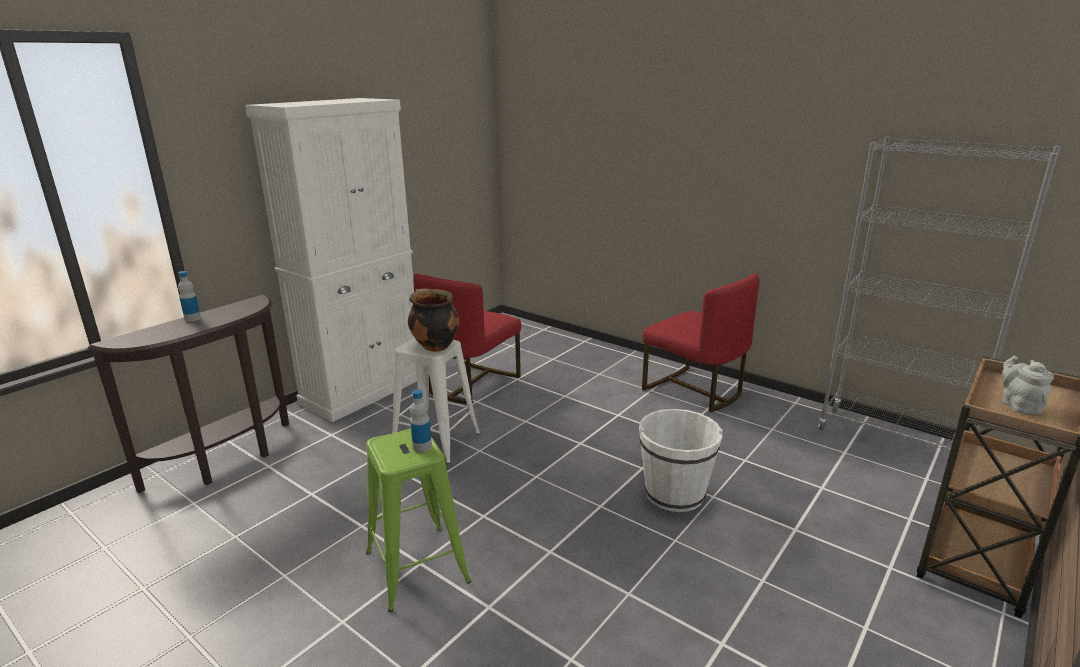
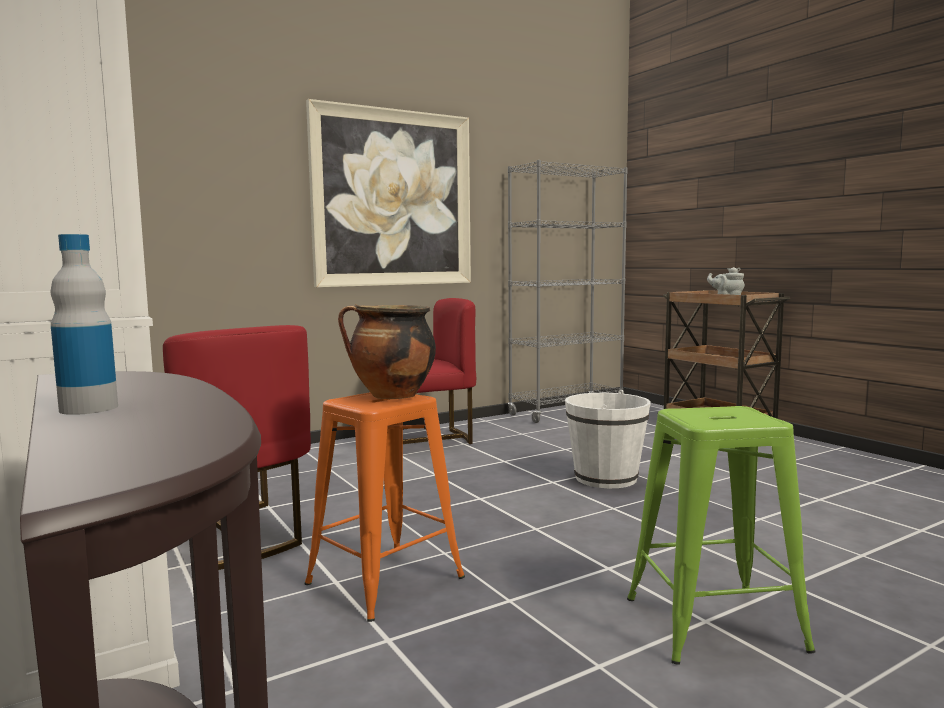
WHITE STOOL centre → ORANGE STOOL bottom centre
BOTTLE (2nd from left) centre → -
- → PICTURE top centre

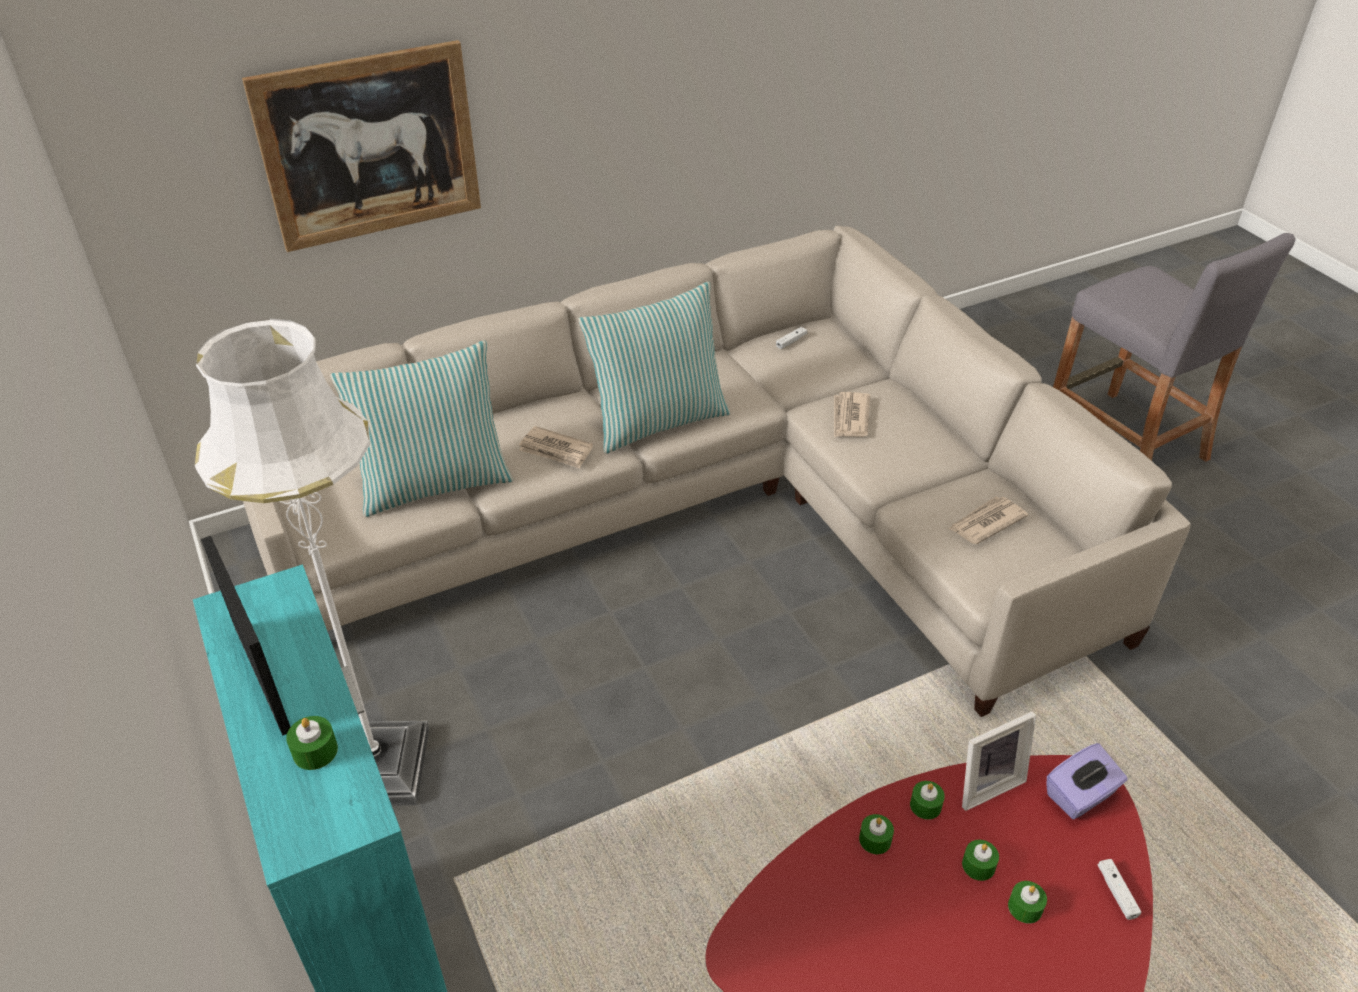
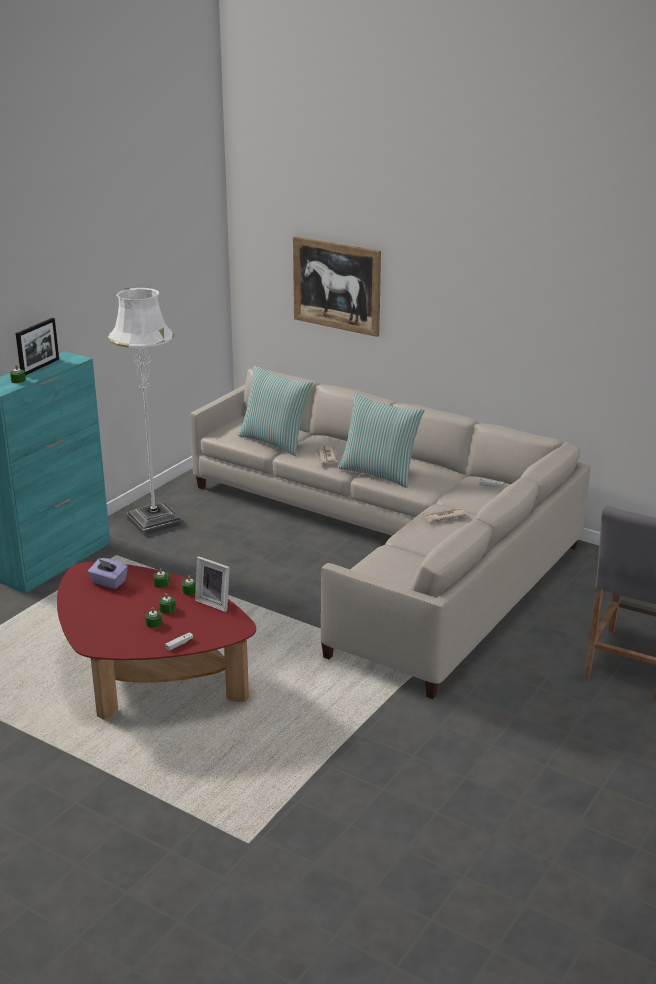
NEWSPAPER (3rd from left) middle right → -
PURPLE TISSUE BOX bottom right → PURPLE TISSUE BOX middle left, moved

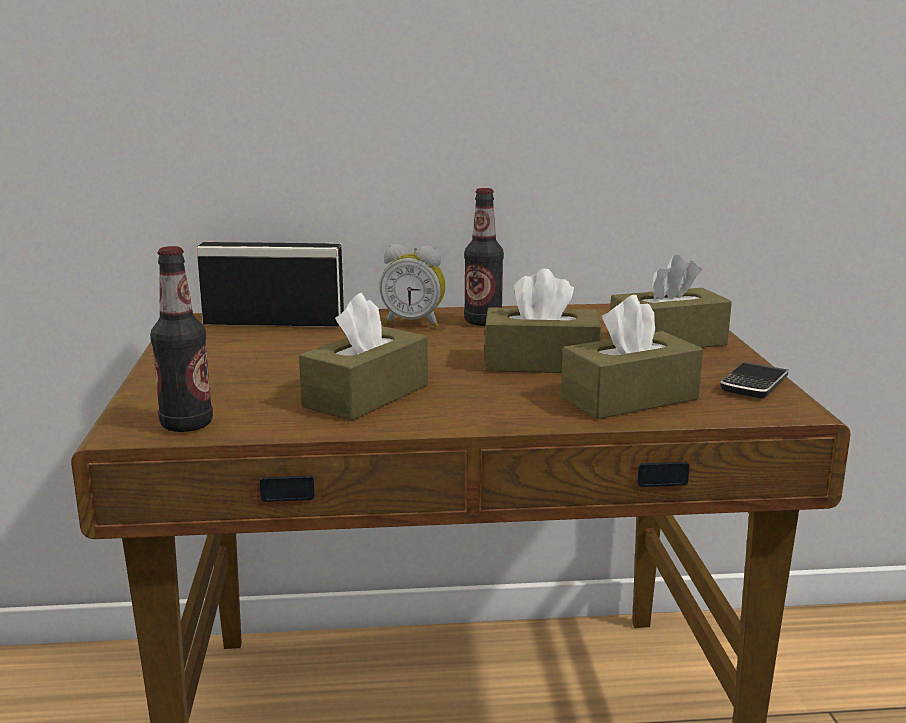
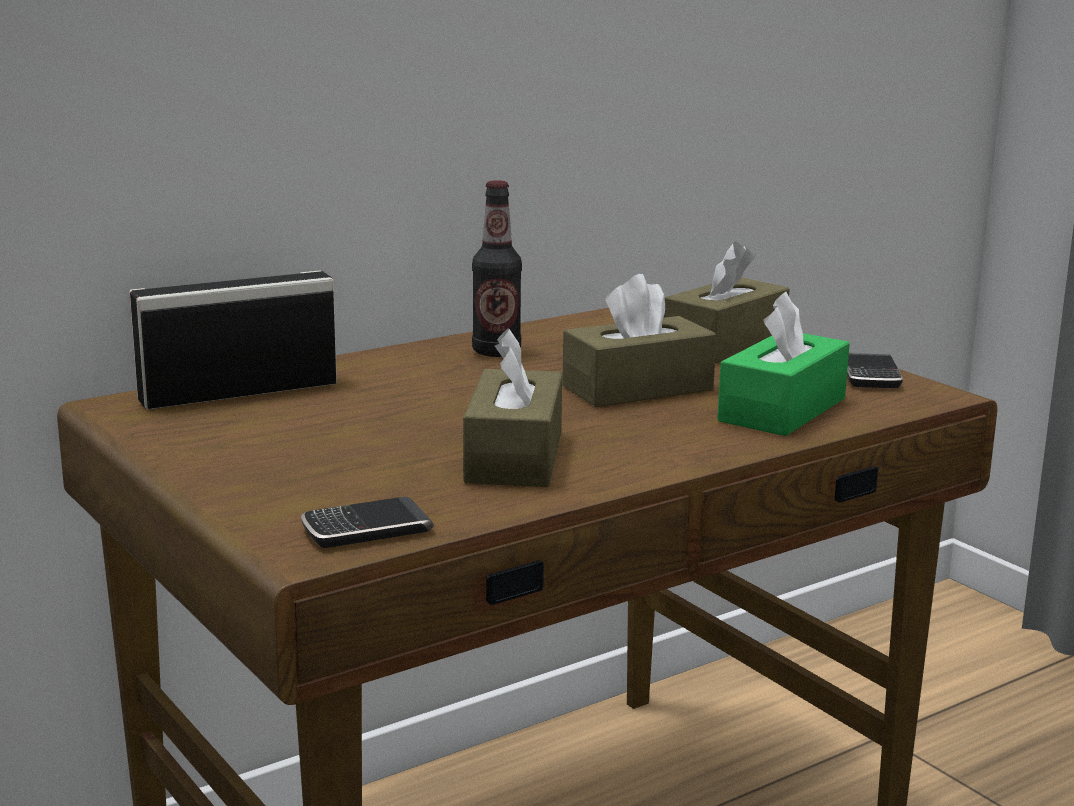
ALARM CLOCK centre → -
BOTTLE (1st from left) middle left → PHONE (1st from left) centre
BROWN TISSUE BOX (3rd from left) middle right → GREEN TISSUE BOX middle right

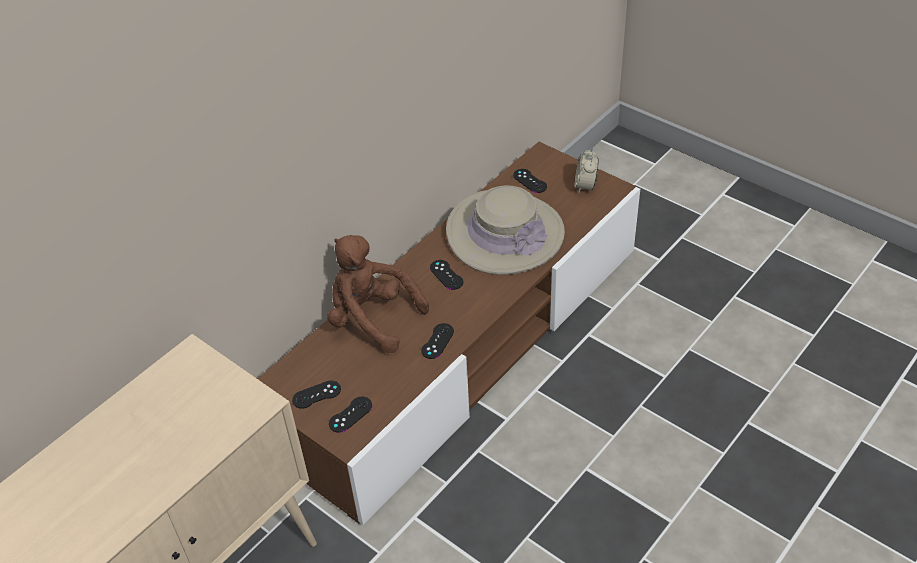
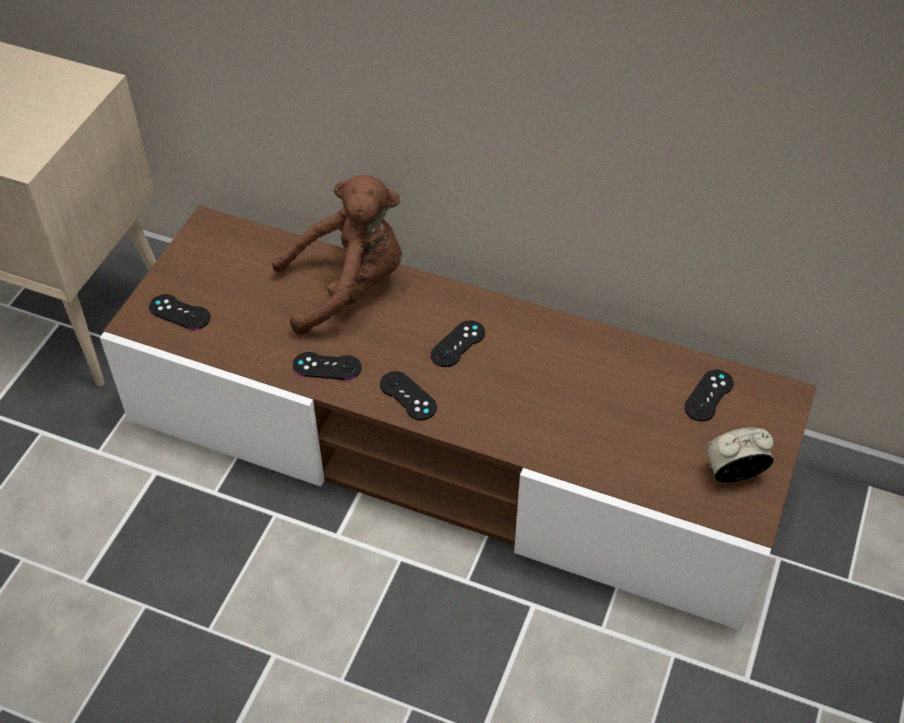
BEIGE HAT centre → -
BROWN PLUSH TOY centre, 60 degrees clockwise
BLACK GAME CONTROLLER (1st from left in the first image) bottom centre → BLACK GAME CONTROLLER (3rd from left) centre, moved

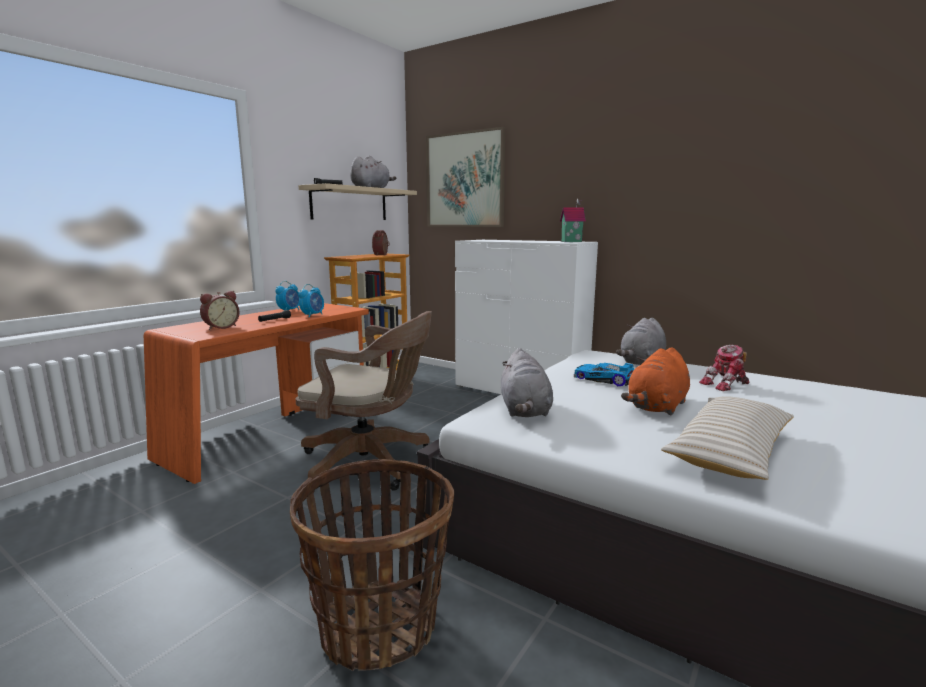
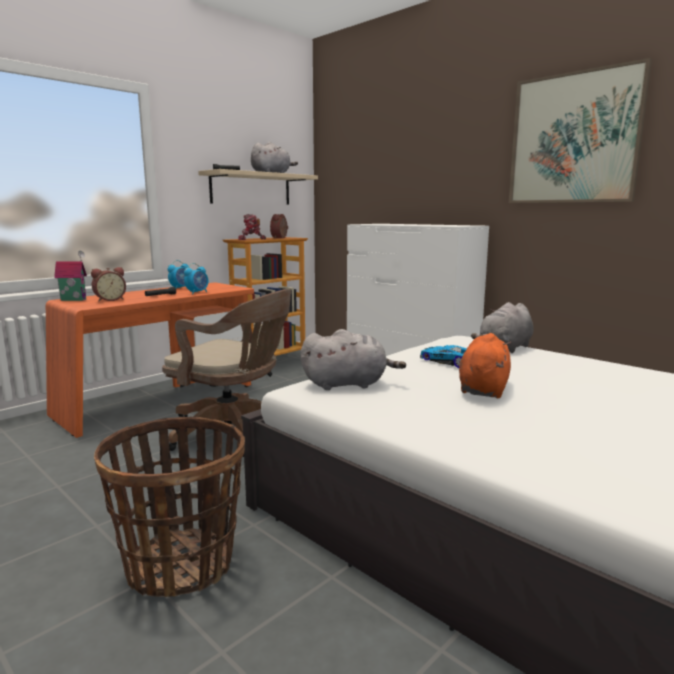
PICTURE top centre → PICTURE top right, moved
TOY HOUSE top centre → TOY HOUSE middle left, moved
TOY ROBOT middle right → TOY ROBOT centre, moved
ORANGE PLUSH TOY middle right, 150 degrees clockwise
GREY PLUSH TOY (2nd from left) centre, 105 degrees counterclockwise
BEIGE PILLOW middle right → -

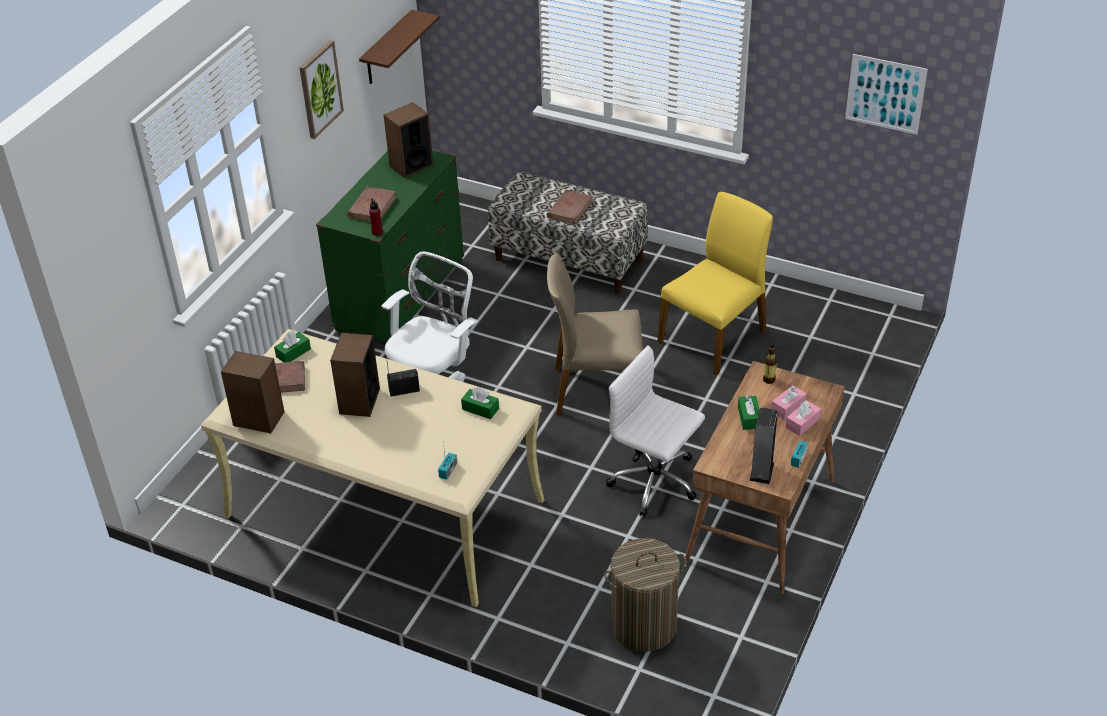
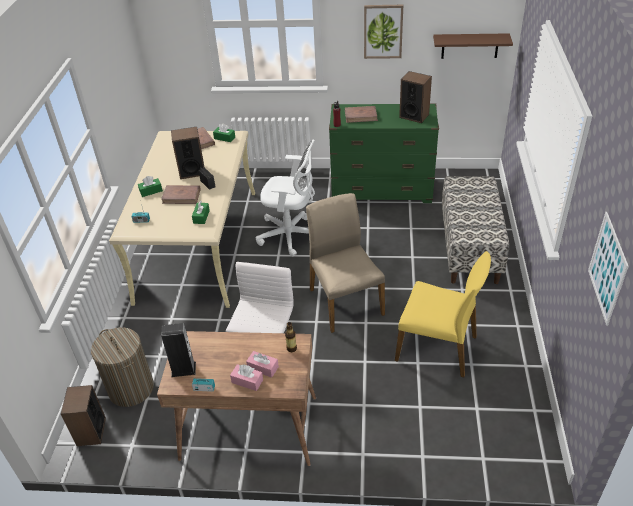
BROWN BOOK (3rd from left in the first image) top centre → BROWN BOOK (1st from left) middle left, moved
SPEAKER (1st from left) middle left → SPEAKER (1st from left) bottom left, moved
GREEN TISSUE BOX (3rd from left in the first image) middle right → GREEN TISSUE BOX (1st from left) middle left, moved

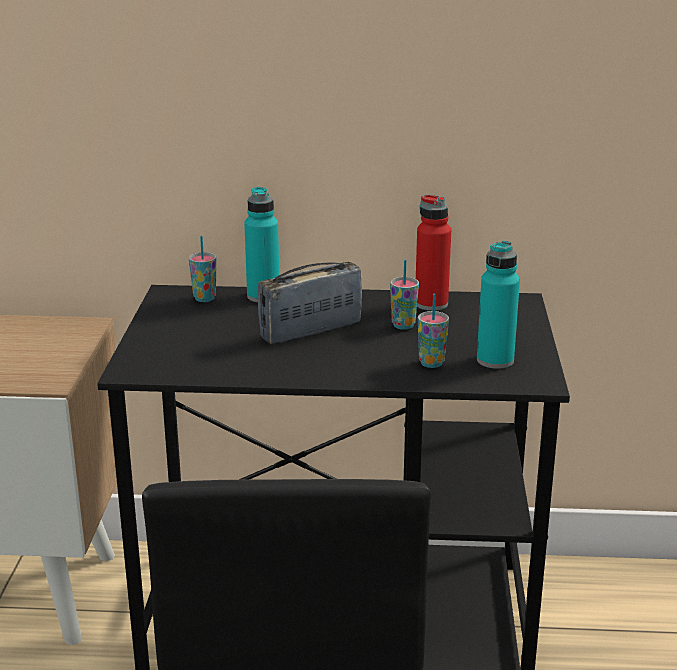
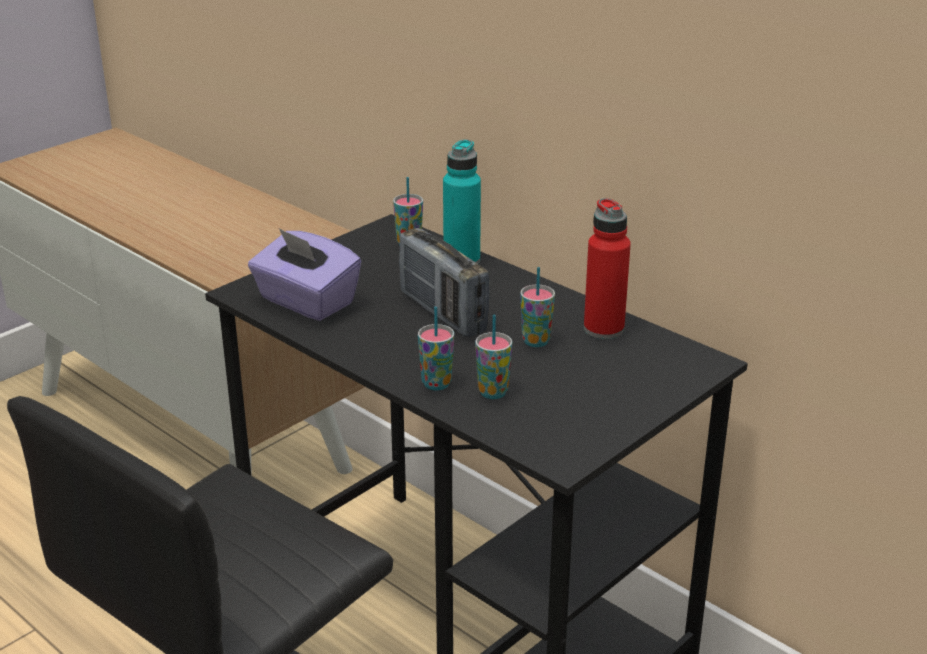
TURQUOISE BOTTLE (2nd from left) middle right → -
RADIO centre, 135 degrees counterclockwise
- → PURPLE TISSUE BOX middle left
- → CUP (2nd from left) centre

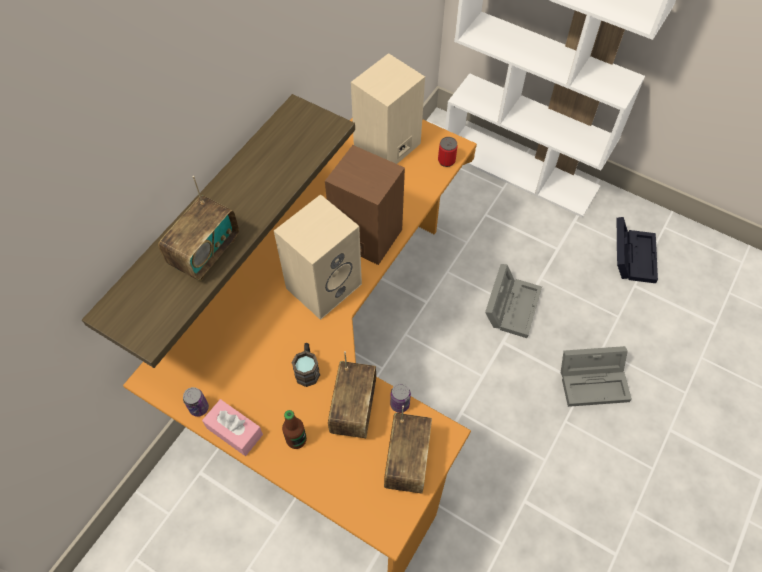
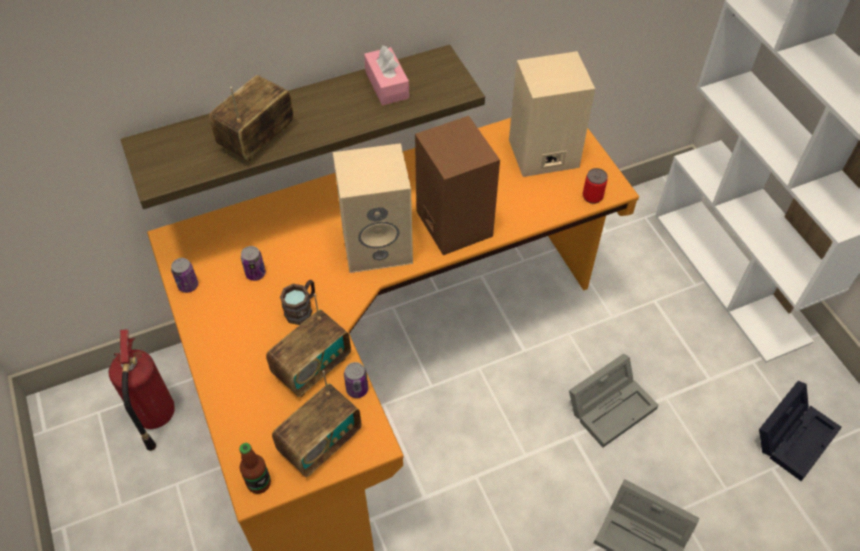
RADIO (1st from left) middle left → RADIO (1st from left) top left, 150 degrees clockwise
PINK TISSUE BOX bottom left → PINK TISSUE BOX top centre, moved
BOTTLE bottom centre → BOTTLE bottom left, moved
- → CAN (2nd from left) middle left
- → FIRE EXTINGUISHER bottom left

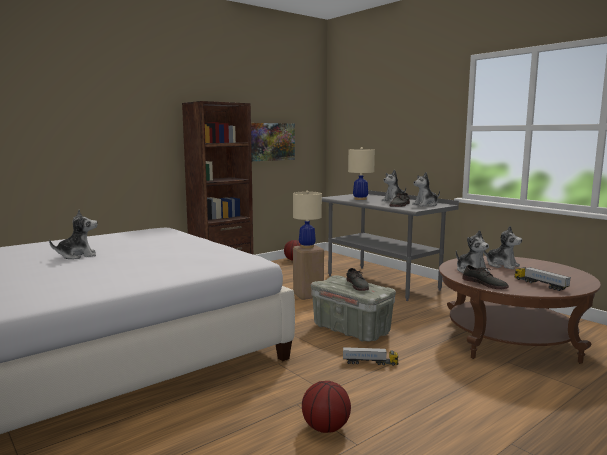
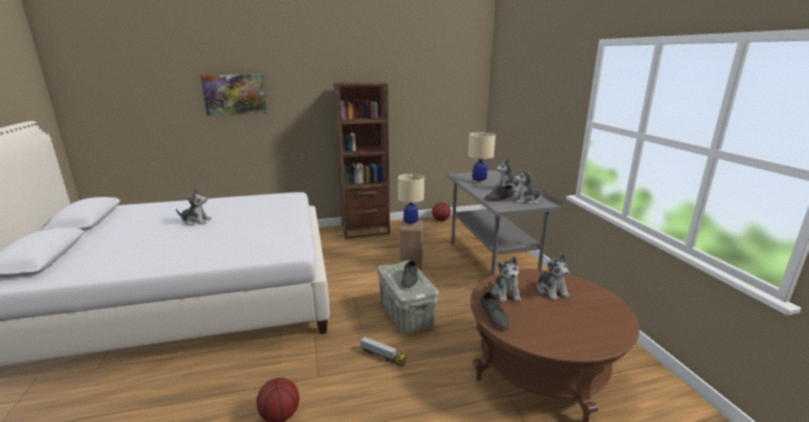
PICTURE top centre → PICTURE top left, moved
TOY TRUCK (2nd from left) middle right → -

